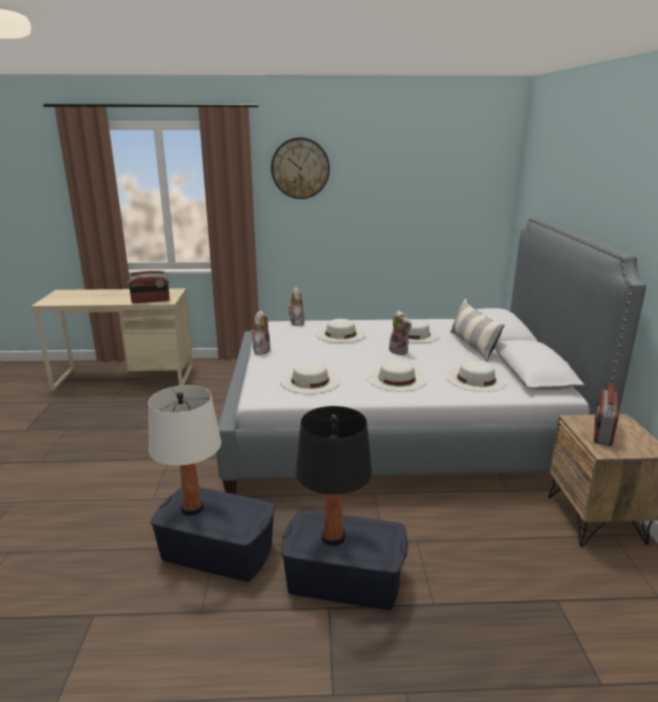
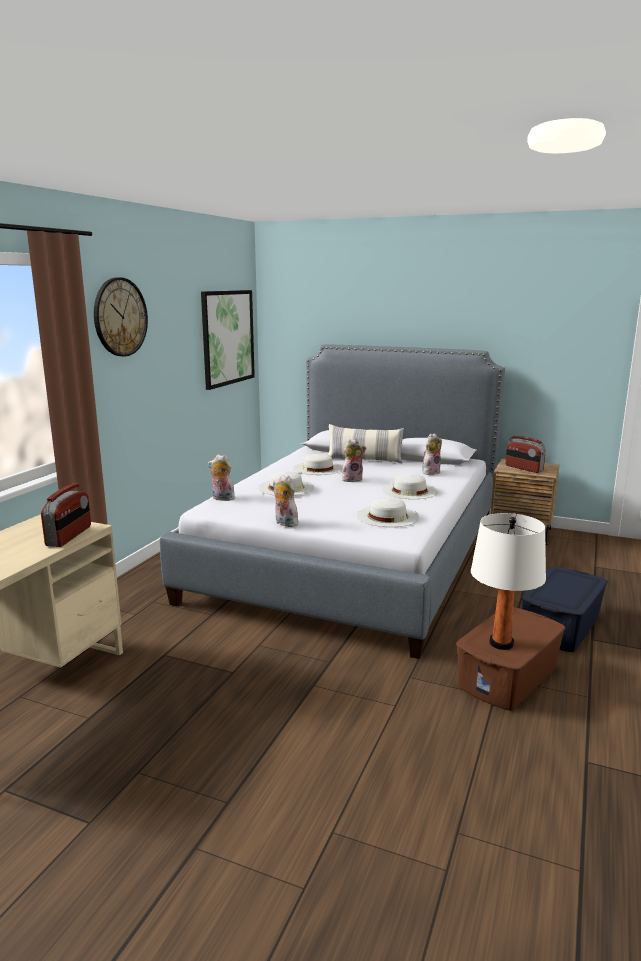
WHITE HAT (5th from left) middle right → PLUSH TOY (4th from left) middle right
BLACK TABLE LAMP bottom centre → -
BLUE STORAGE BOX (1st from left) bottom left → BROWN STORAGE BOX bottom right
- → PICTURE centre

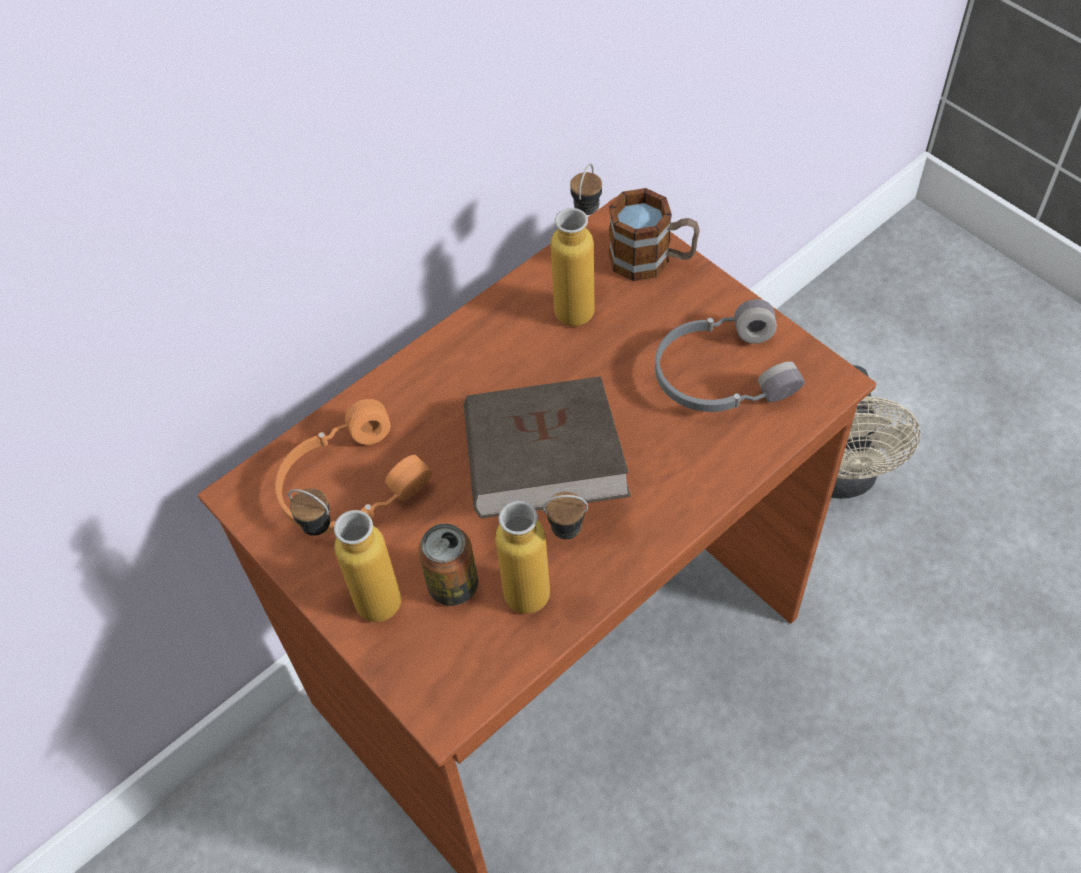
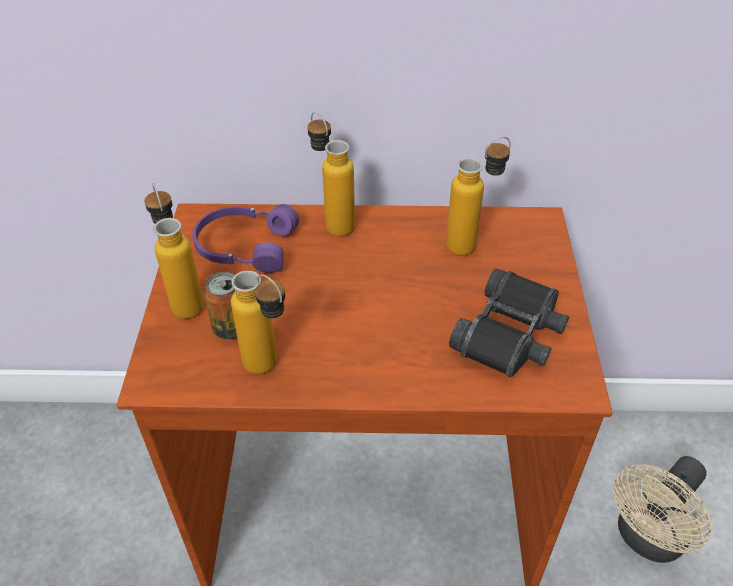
MUG top centre → -
GREY HEADPHONES middle right → BLACK BINOCULARS middle right
BROWN BOOK centre → -
ORANGE HEADPHONES middle left → PURPLE HEADPHONES centre
- → BOTTLE (3rd from left) top centre

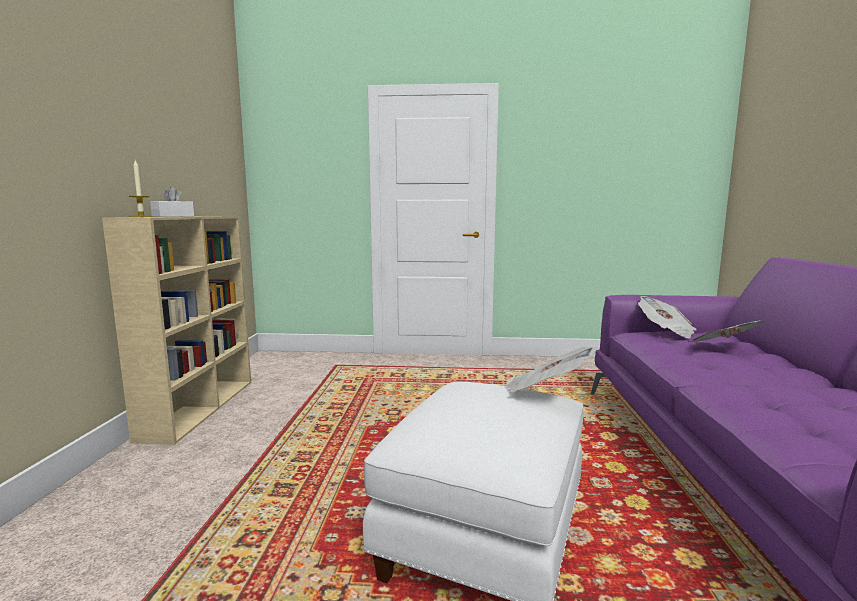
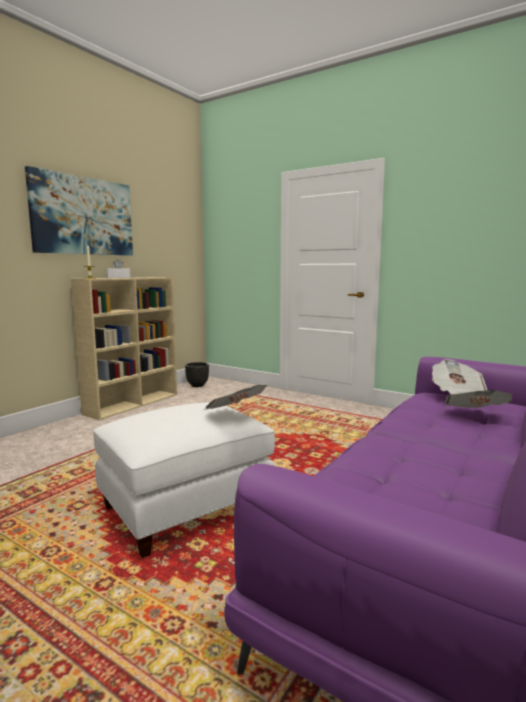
- → PICTURE top left
- → BLACK PLANTER centre

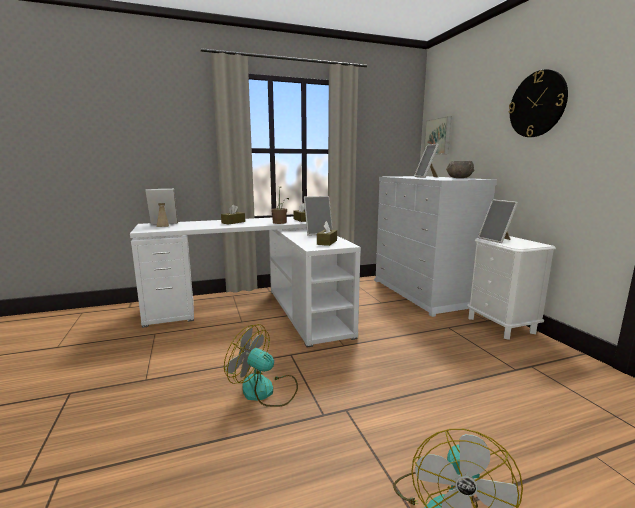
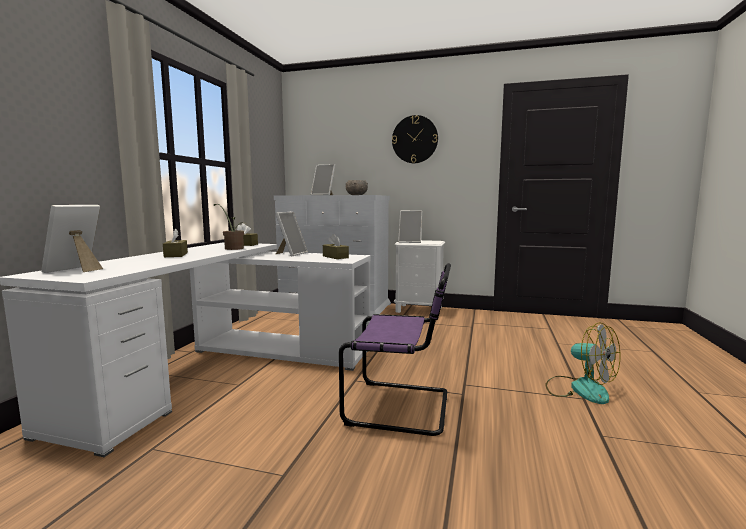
PICTURE top right → -
FAN (1st from left) bottom centre → PURPLE CHAIR centre

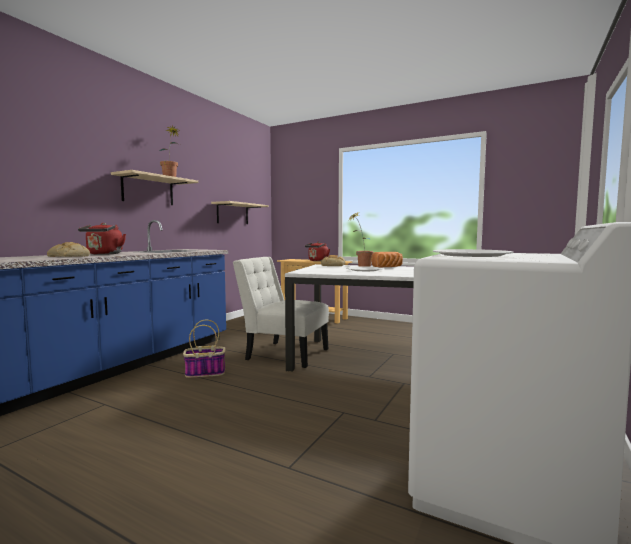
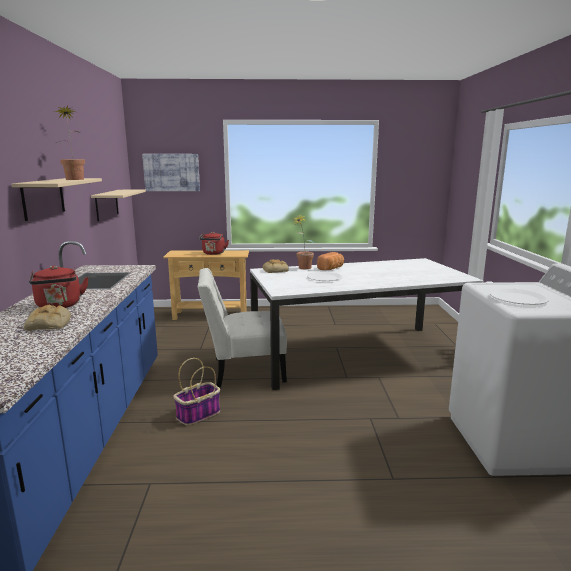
- → PICTURE top left

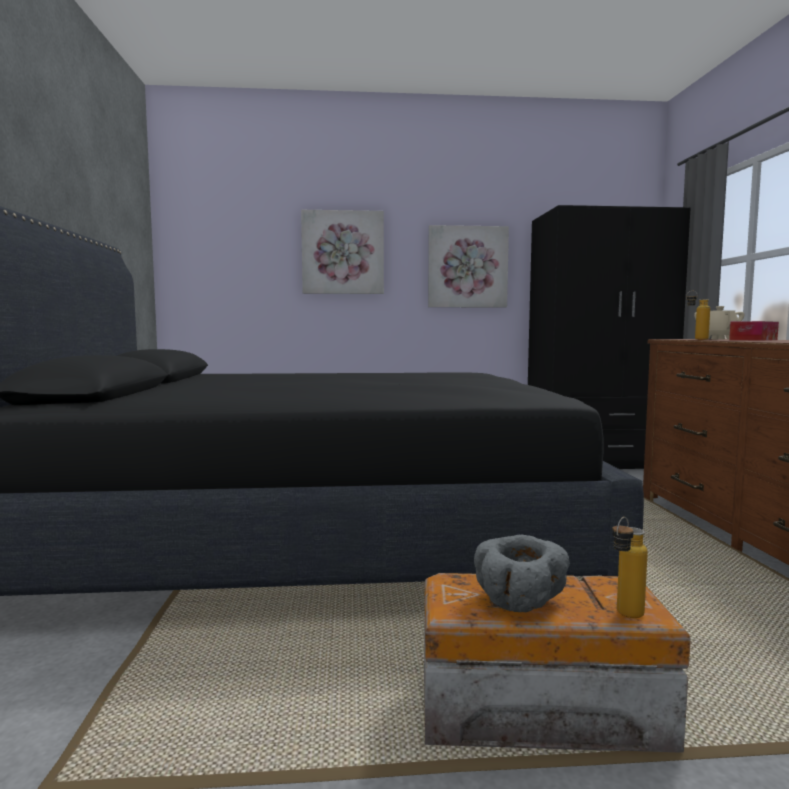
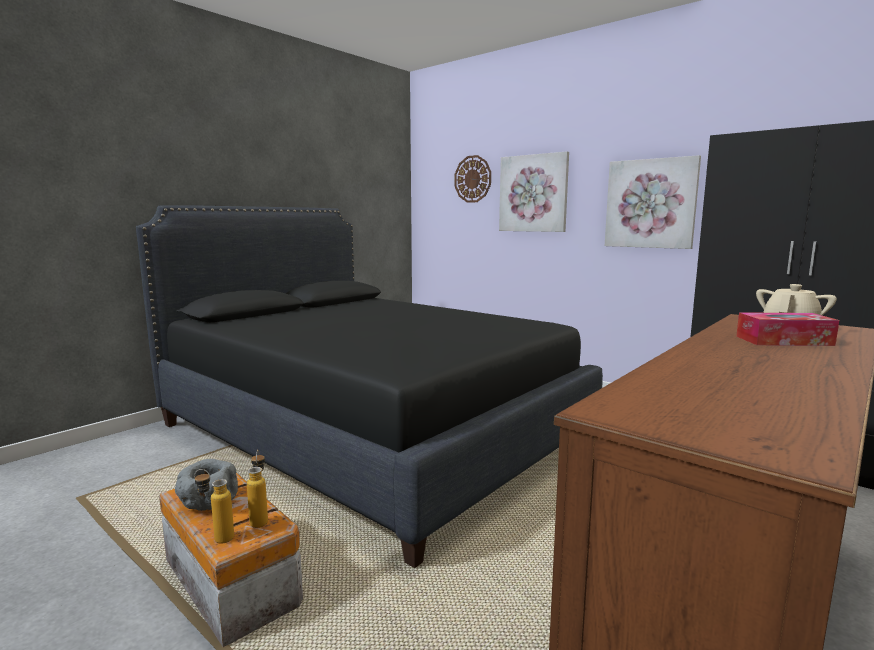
BOTTLE (2nd from left) middle right → BOTTLE (2nd from left) bottom left, moved
- → WALL CLOCK top centre

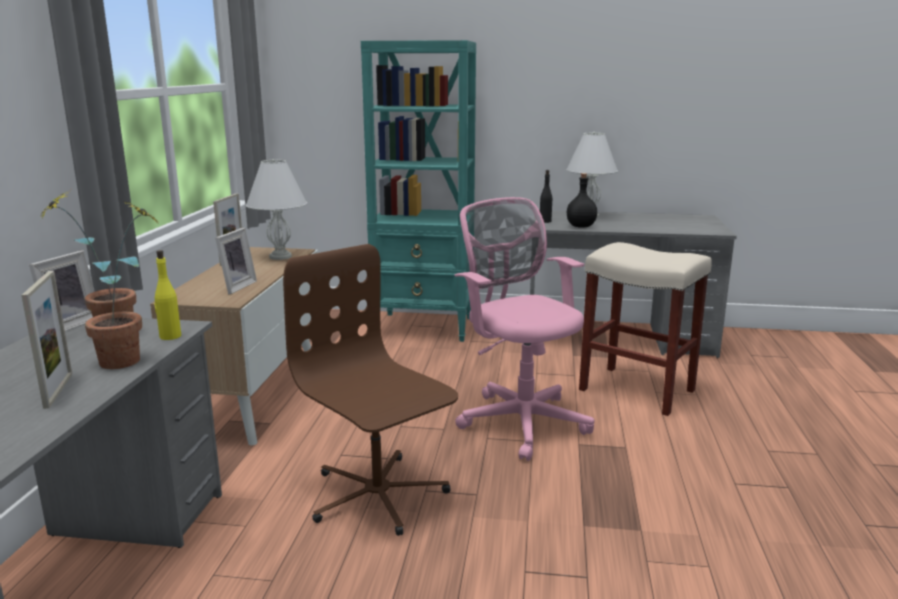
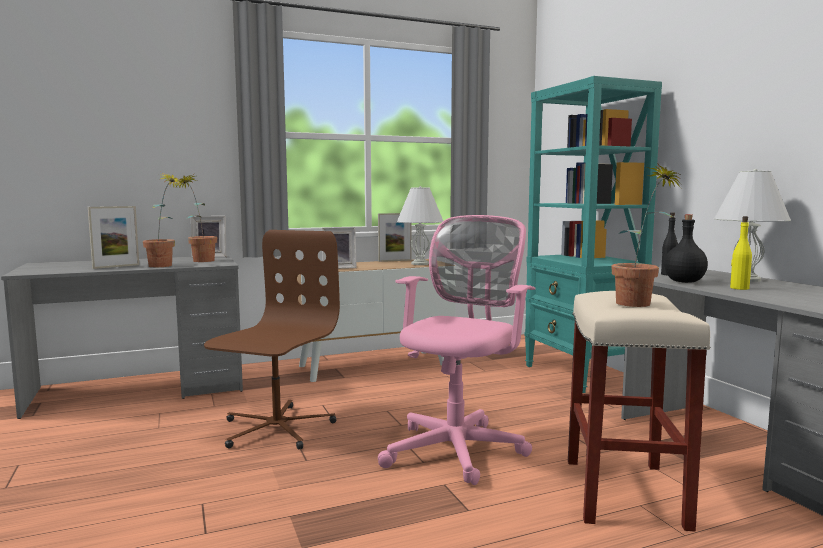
YELLOW BOTTLE middle left → YELLOW BOTTLE middle right, moved
- → POTTED PLANT (3rd from left) middle right

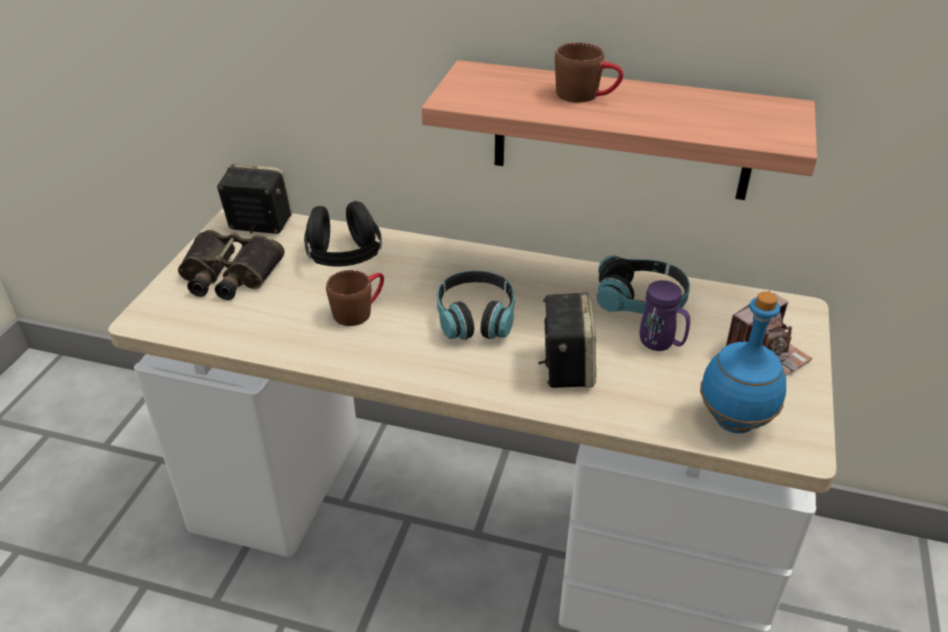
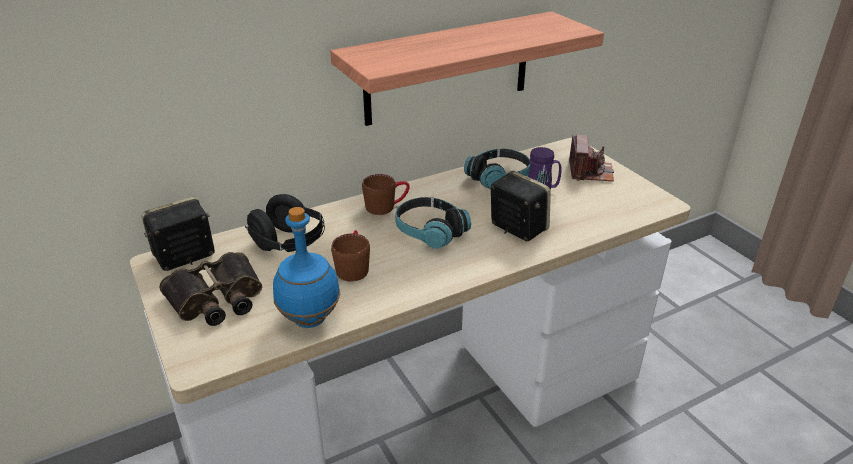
BROWN MUG (2nd from left) top centre → BROWN MUG (2nd from left) centre, moved
BLUE BOTTLE middle right → BLUE BOTTLE centre, moved

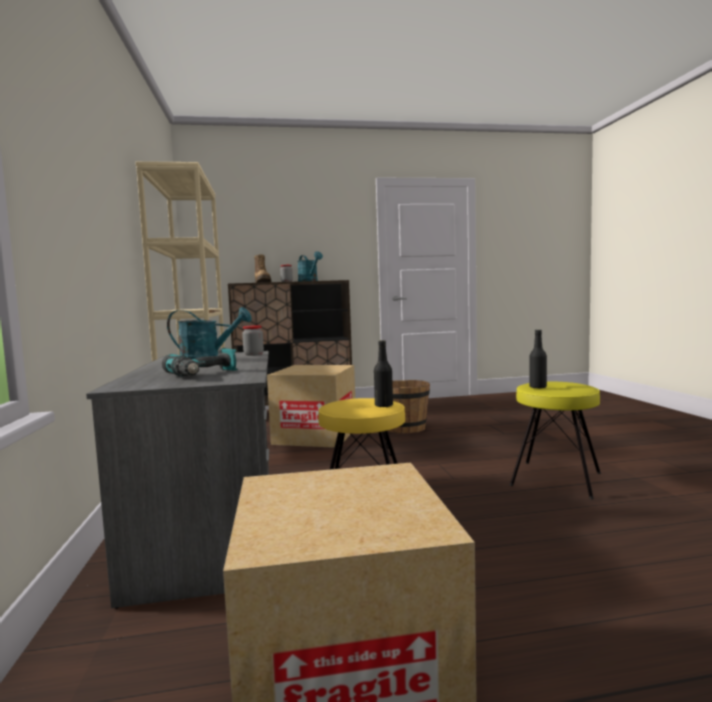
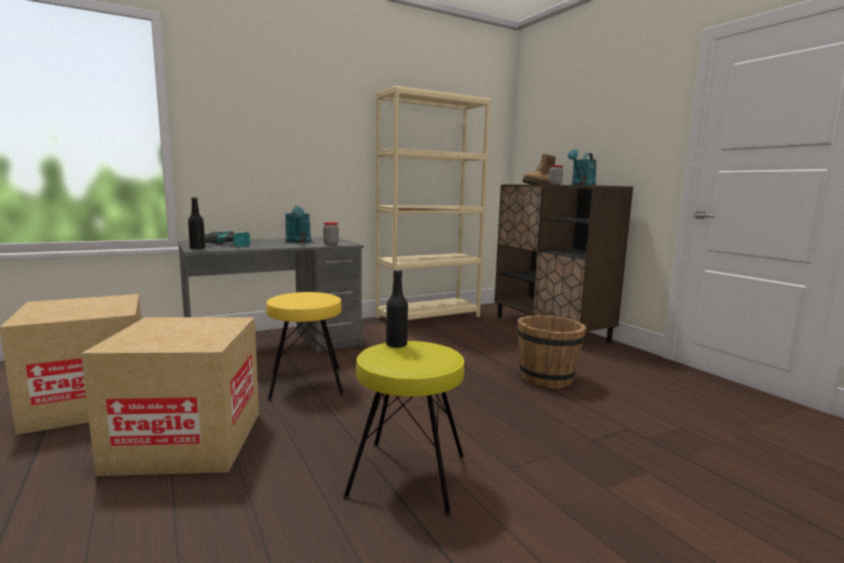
BLACK BOTTLE (1st from left) centre → BLACK BOTTLE (1st from left) middle left, moved
CARDBOARD BOX (1st from left in the first image) centre → CARDBOARD BOX (2nd from left) bottom left, moved

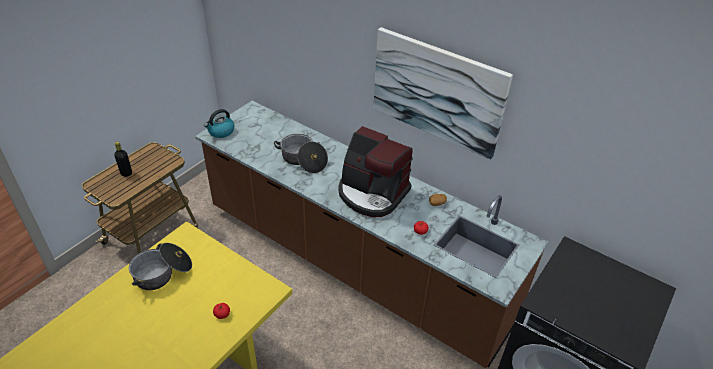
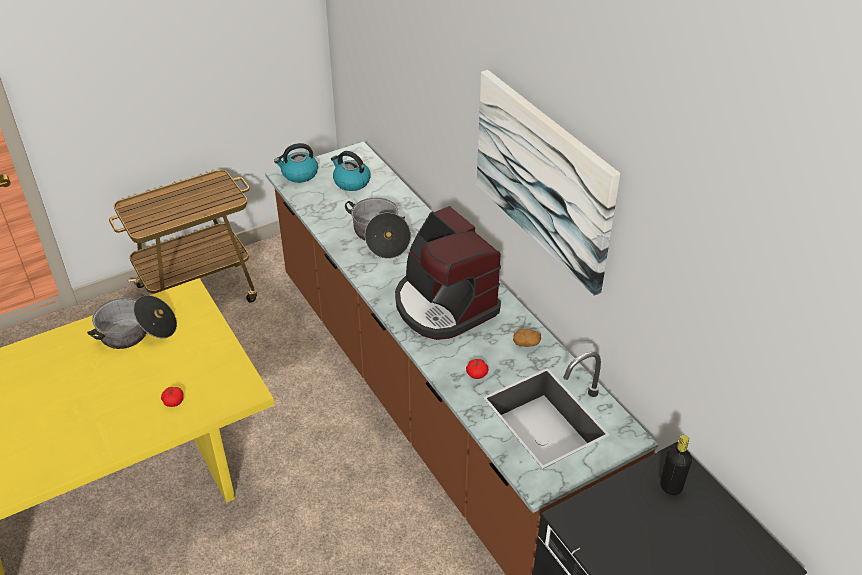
BLACK BOTTLE middle left → BLACK BOTTLE bottom right, moved
- → KETTLE (2nd from left) top centre

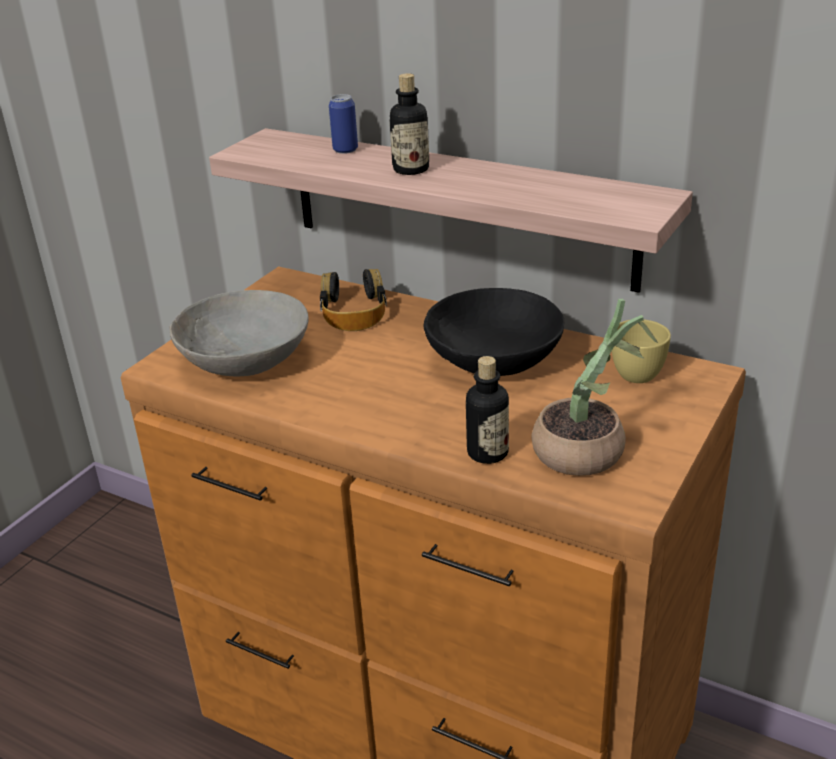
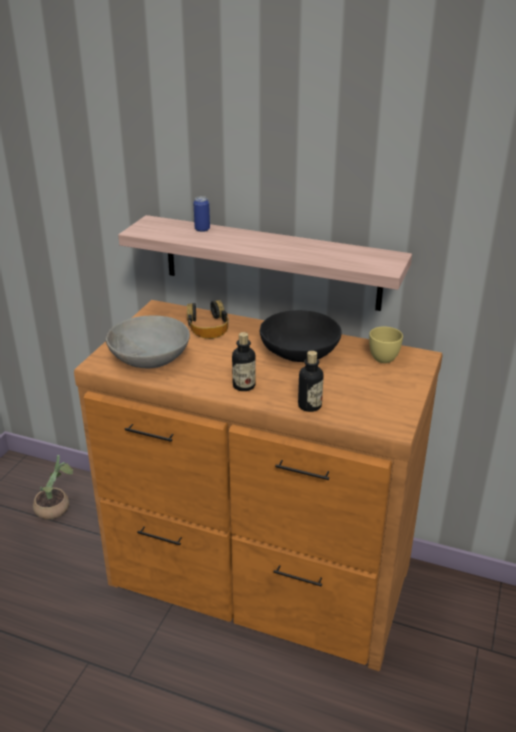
BOTTLE (1st from left) top centre → BOTTLE (1st from left) centre, moved
POTTED PLANT middle right → POTTED PLANT middle left, moved

